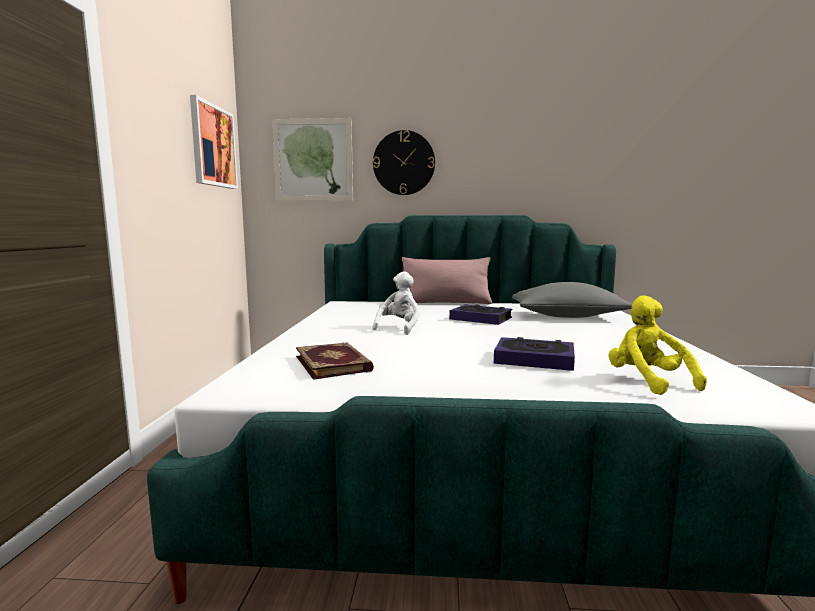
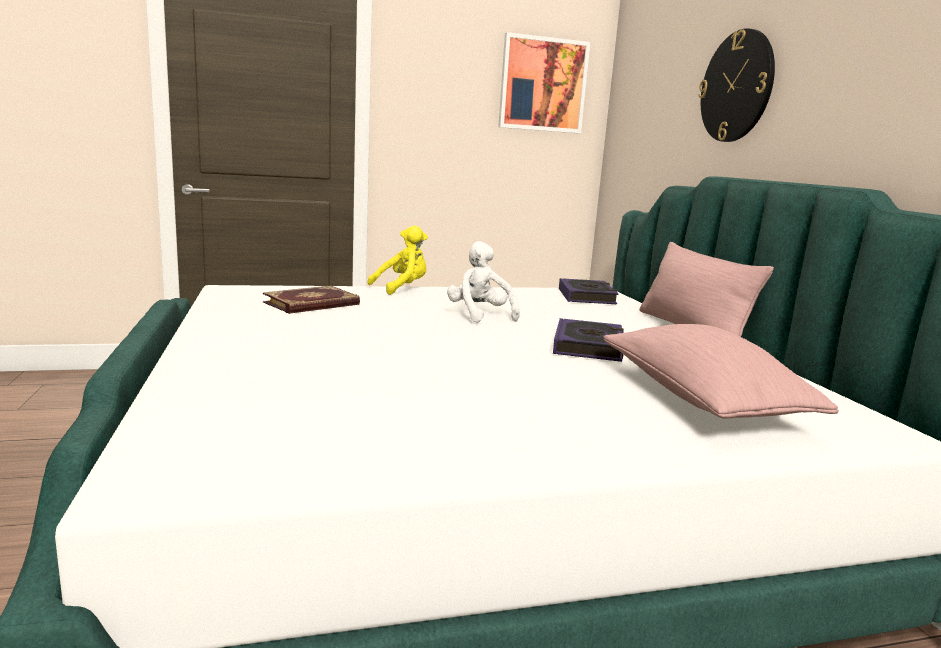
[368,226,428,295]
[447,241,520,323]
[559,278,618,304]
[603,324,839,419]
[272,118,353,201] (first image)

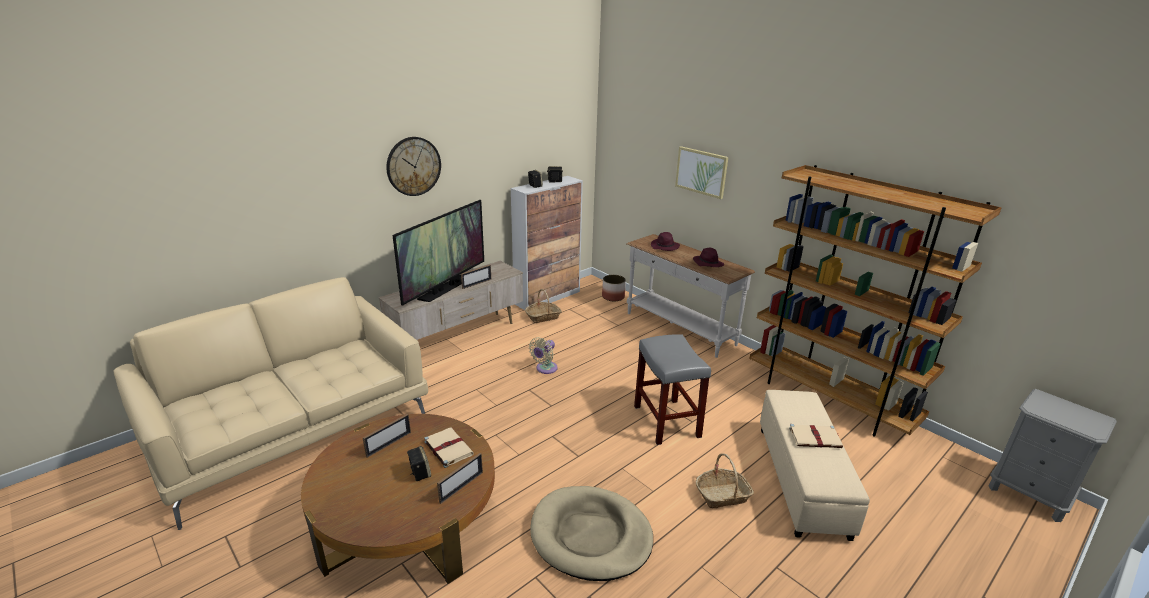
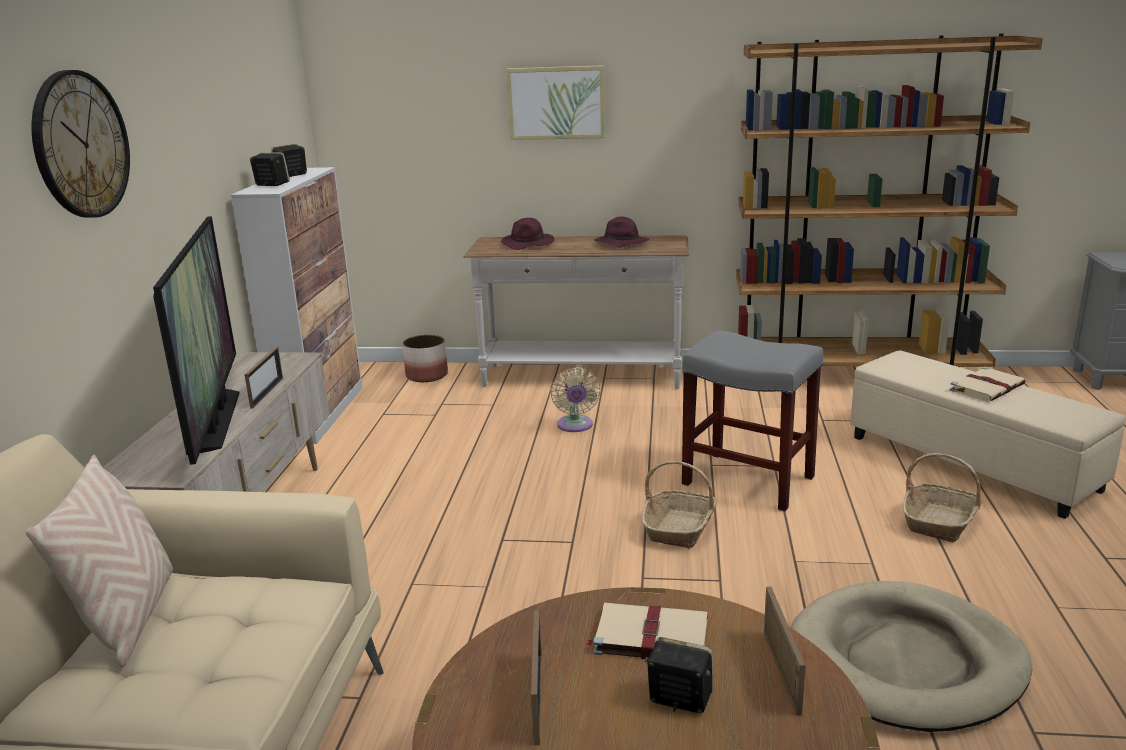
[26,455,173,667]
[550,368,601,432]
[642,461,717,548]

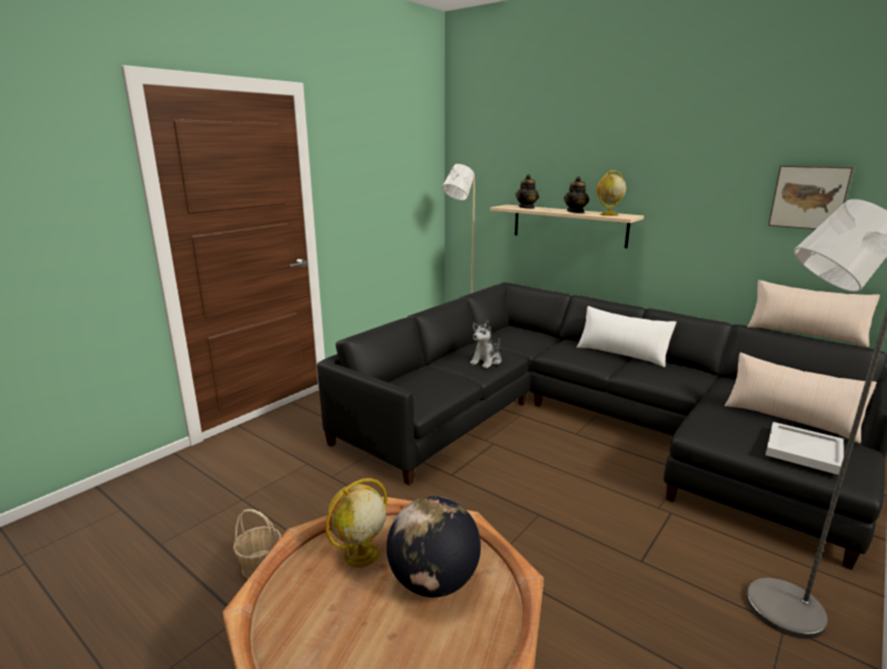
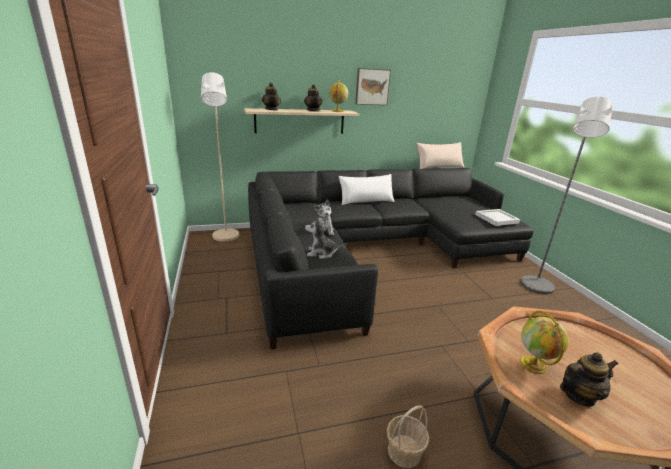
[305,217,343,259]
[355,68,391,105]
[560,352,618,407]
[386,496,481,597] (first image)
[724,352,877,443] (first image)

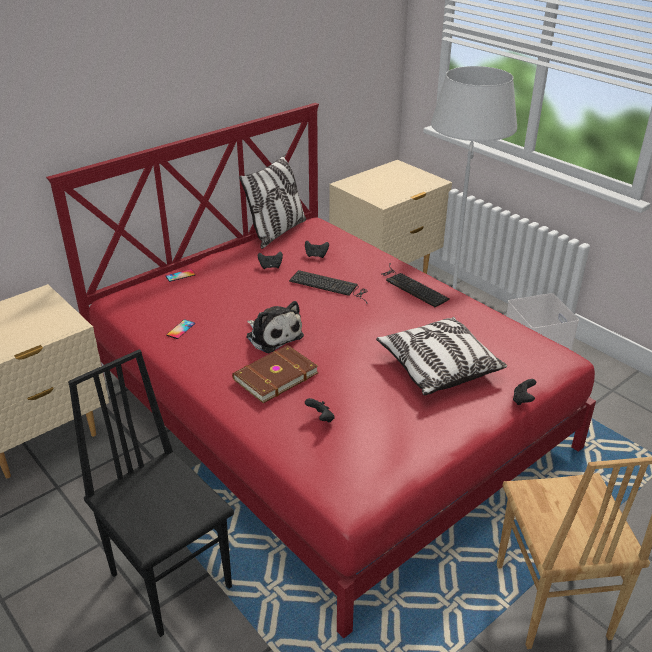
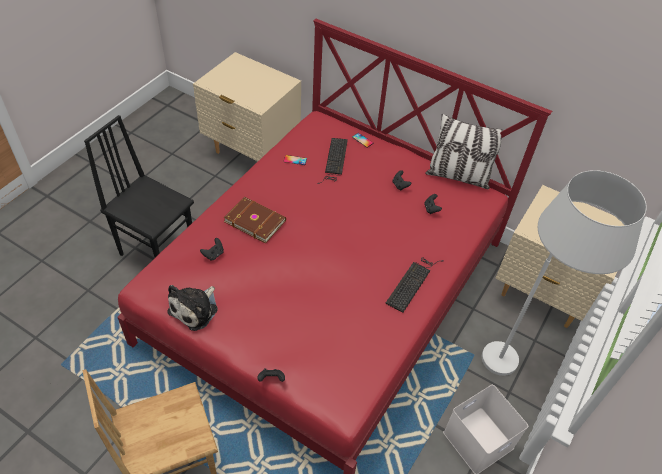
[84,115,194,258]
[167,285,218,331]
[317,138,348,184]
[376,317,507,395] (first image)

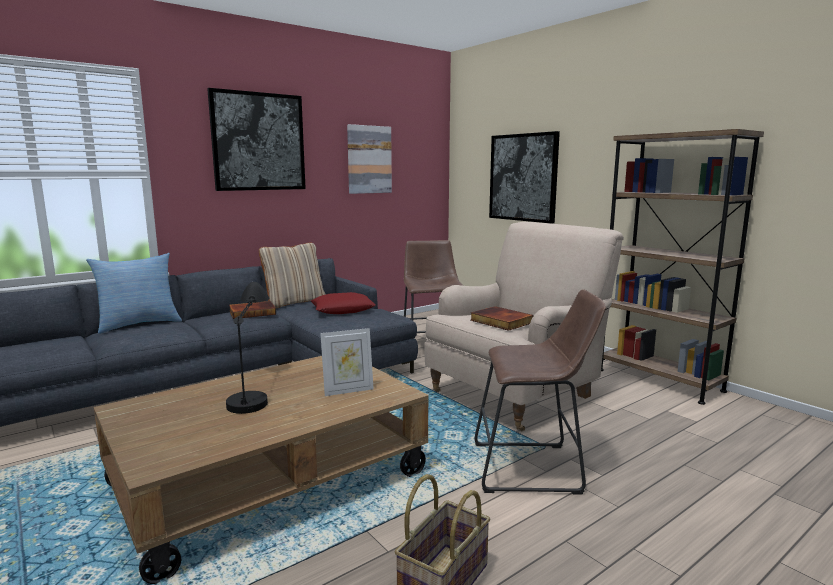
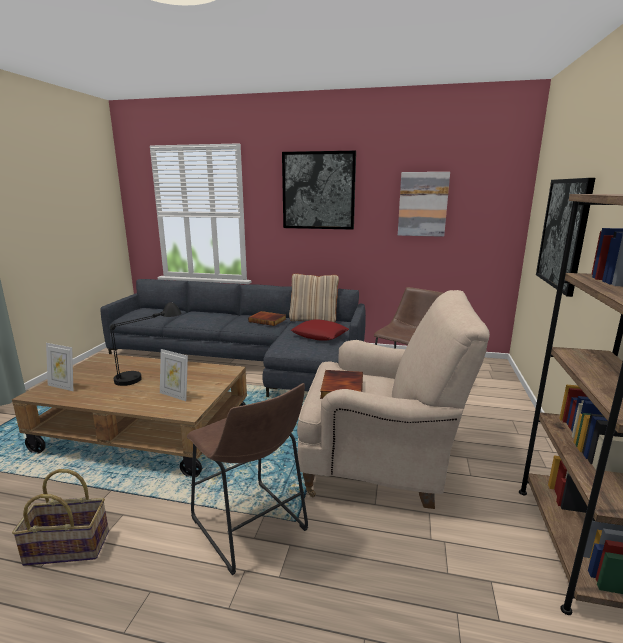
[46,343,73,391]
[86,253,182,334] (first image)

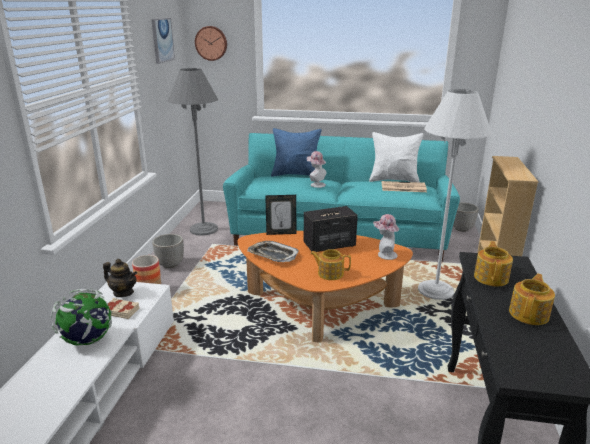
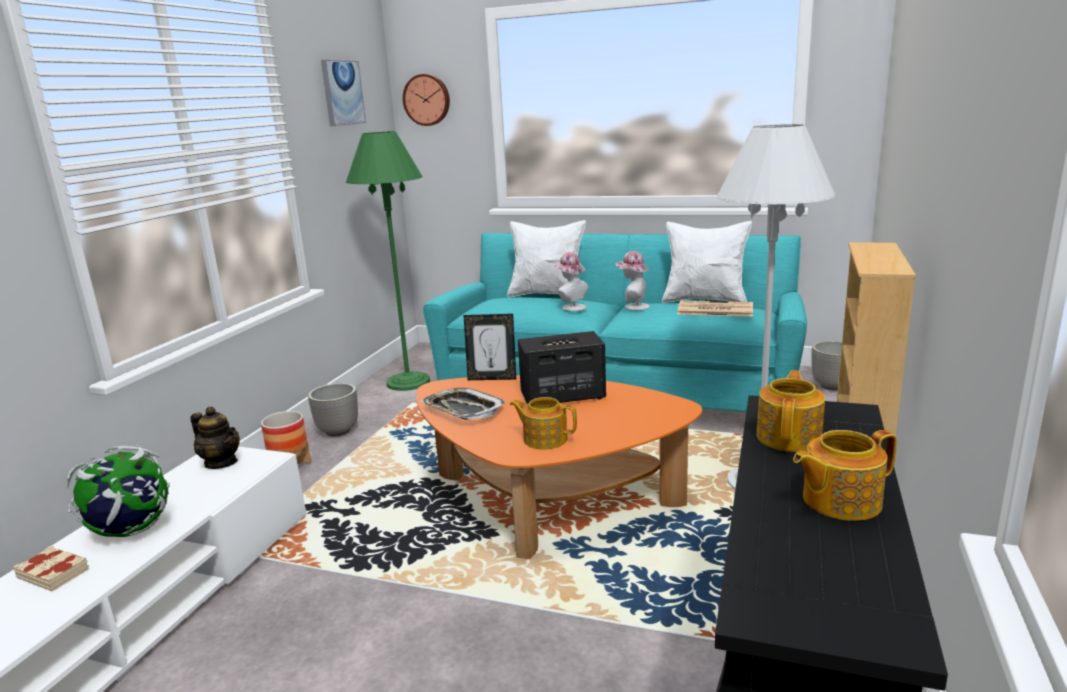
[13,546,89,591]
[346,131,430,391]
[507,220,586,297]
[615,251,650,310]
[793,430,897,521]

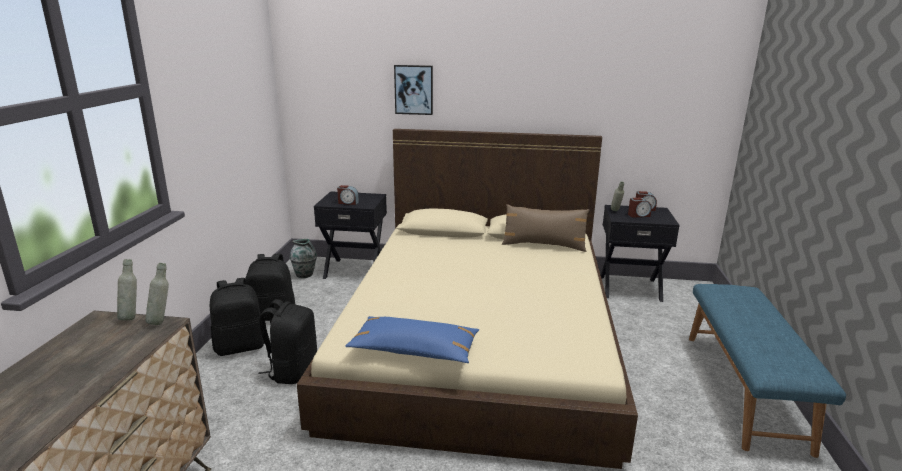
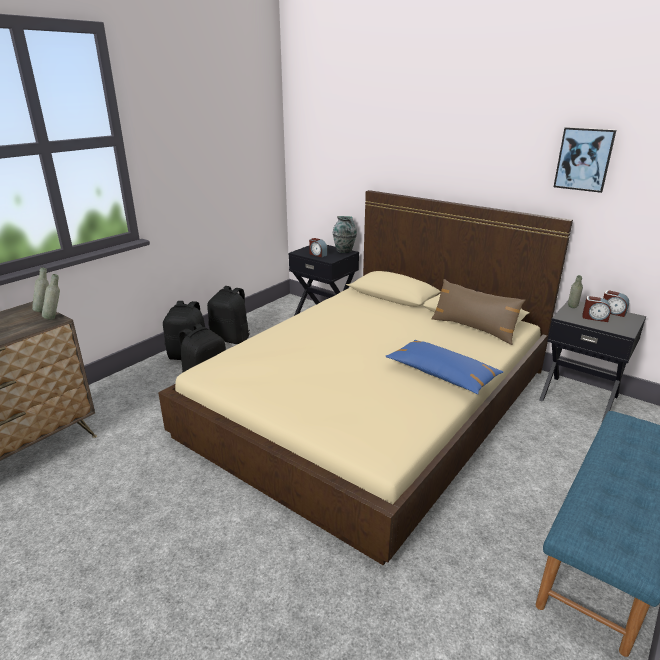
[333,216,357,253]
[386,340,503,394]
[554,127,616,193]

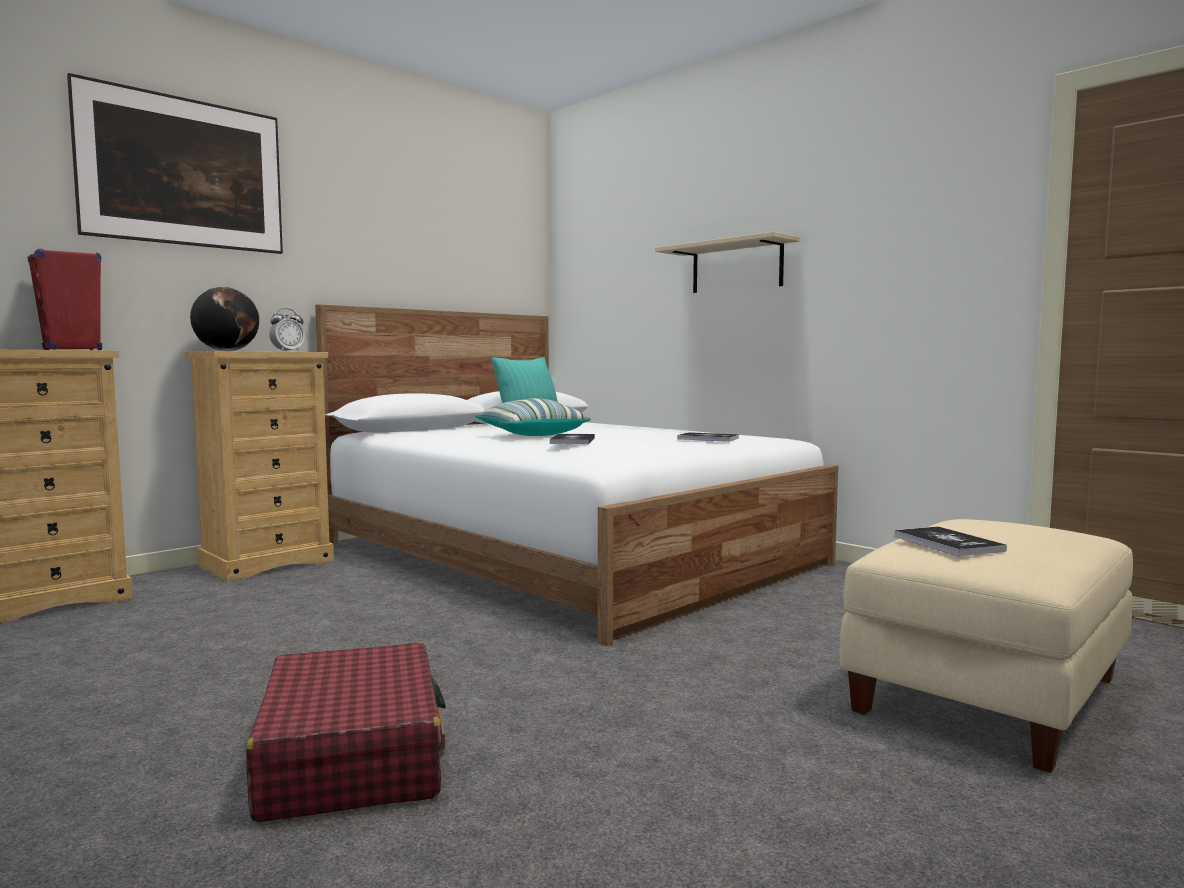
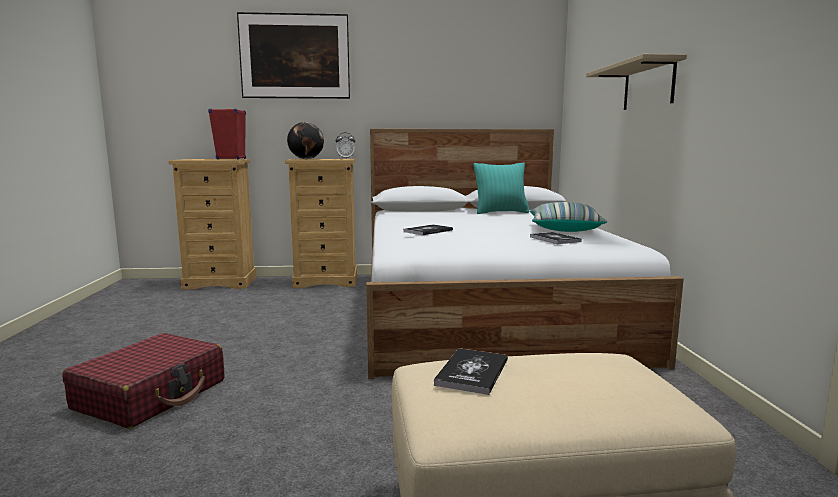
[530,202,607,232]

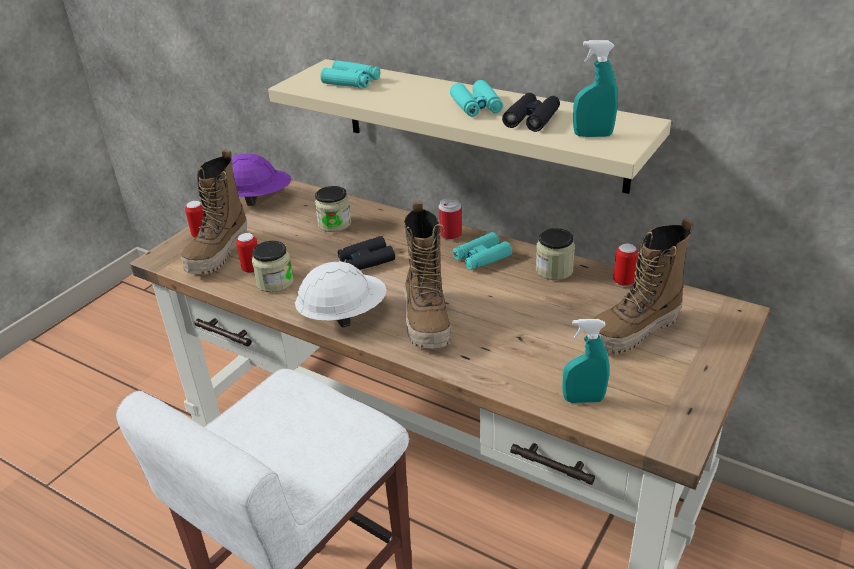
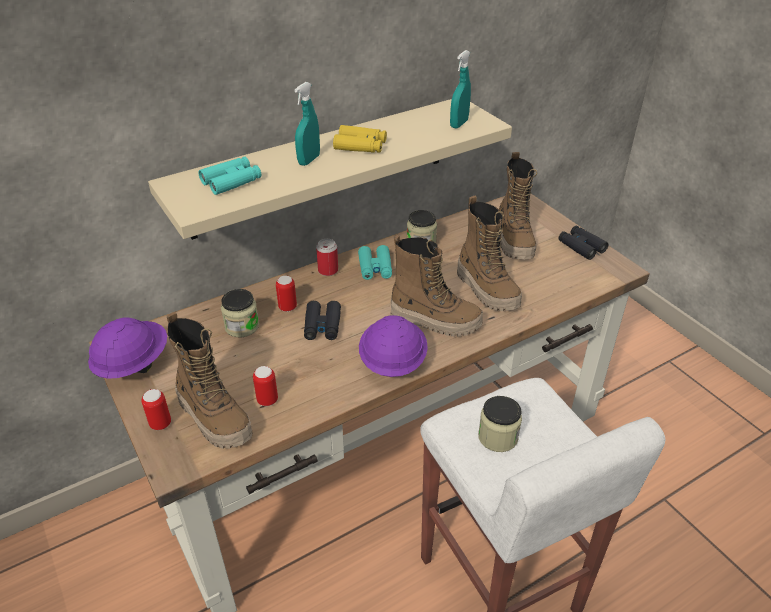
[276,276,297,312]
[294,82,320,166]
[333,125,387,153]
[359,315,428,377]
[457,195,522,311]
[478,396,522,452]
[558,226,609,260]

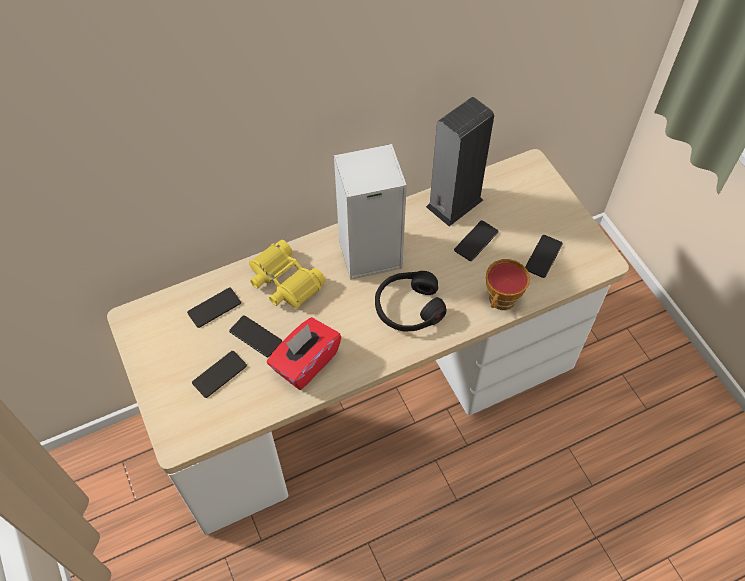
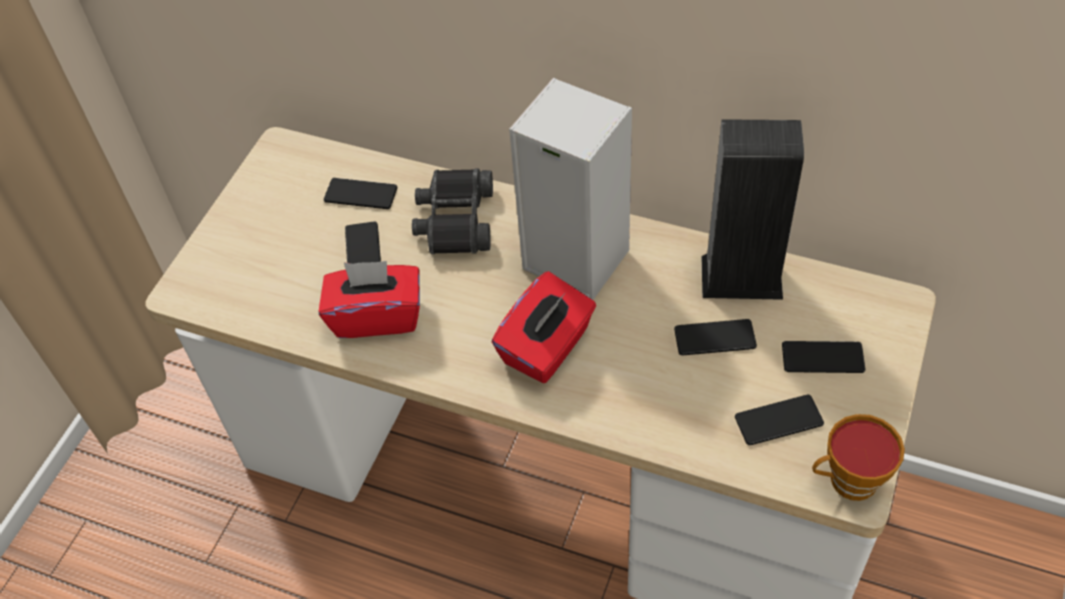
[412,169,493,254]
[492,271,597,383]
[782,341,865,373]
[812,414,905,501]

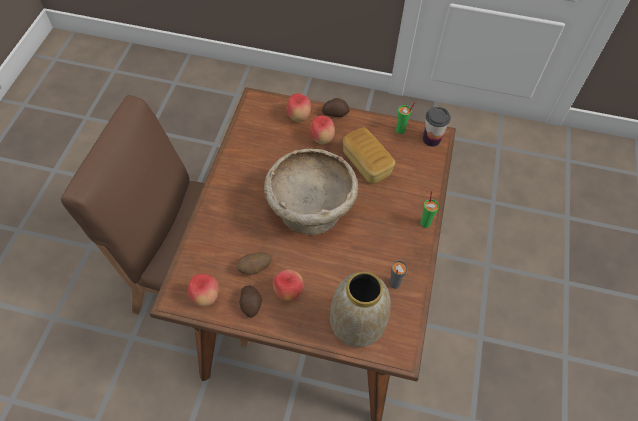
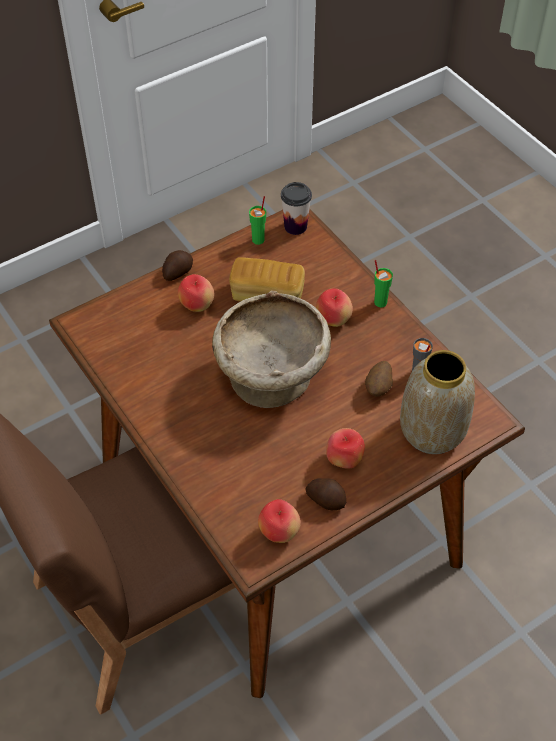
[316,288,353,327]
[365,361,393,397]

